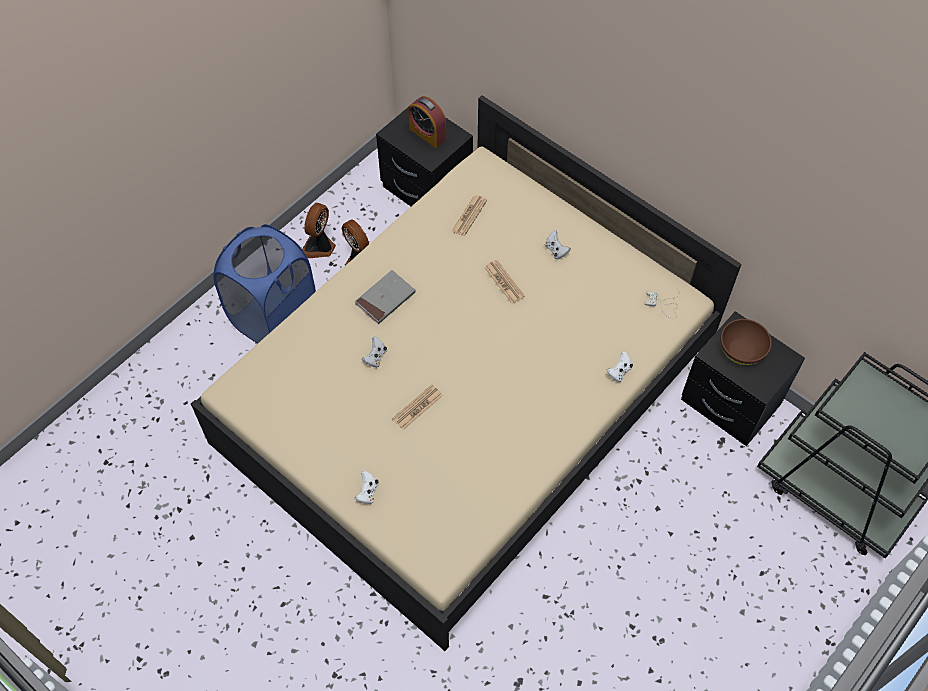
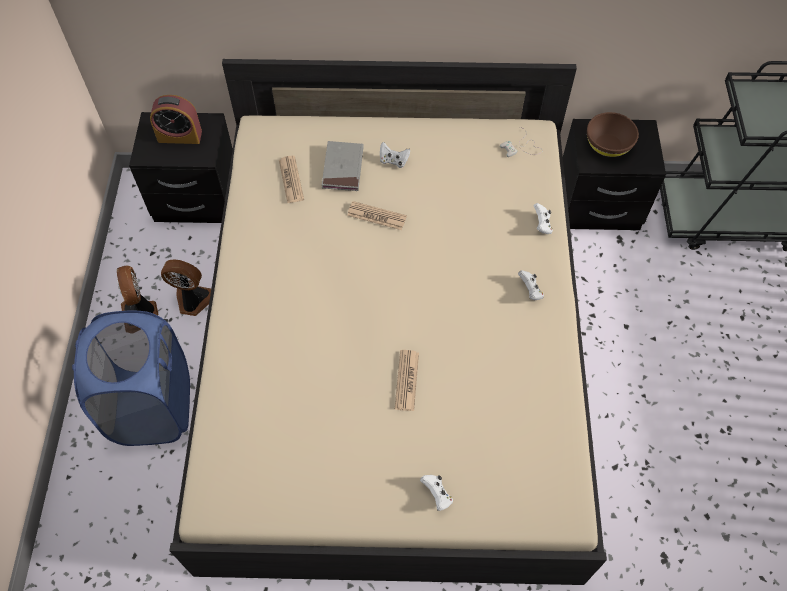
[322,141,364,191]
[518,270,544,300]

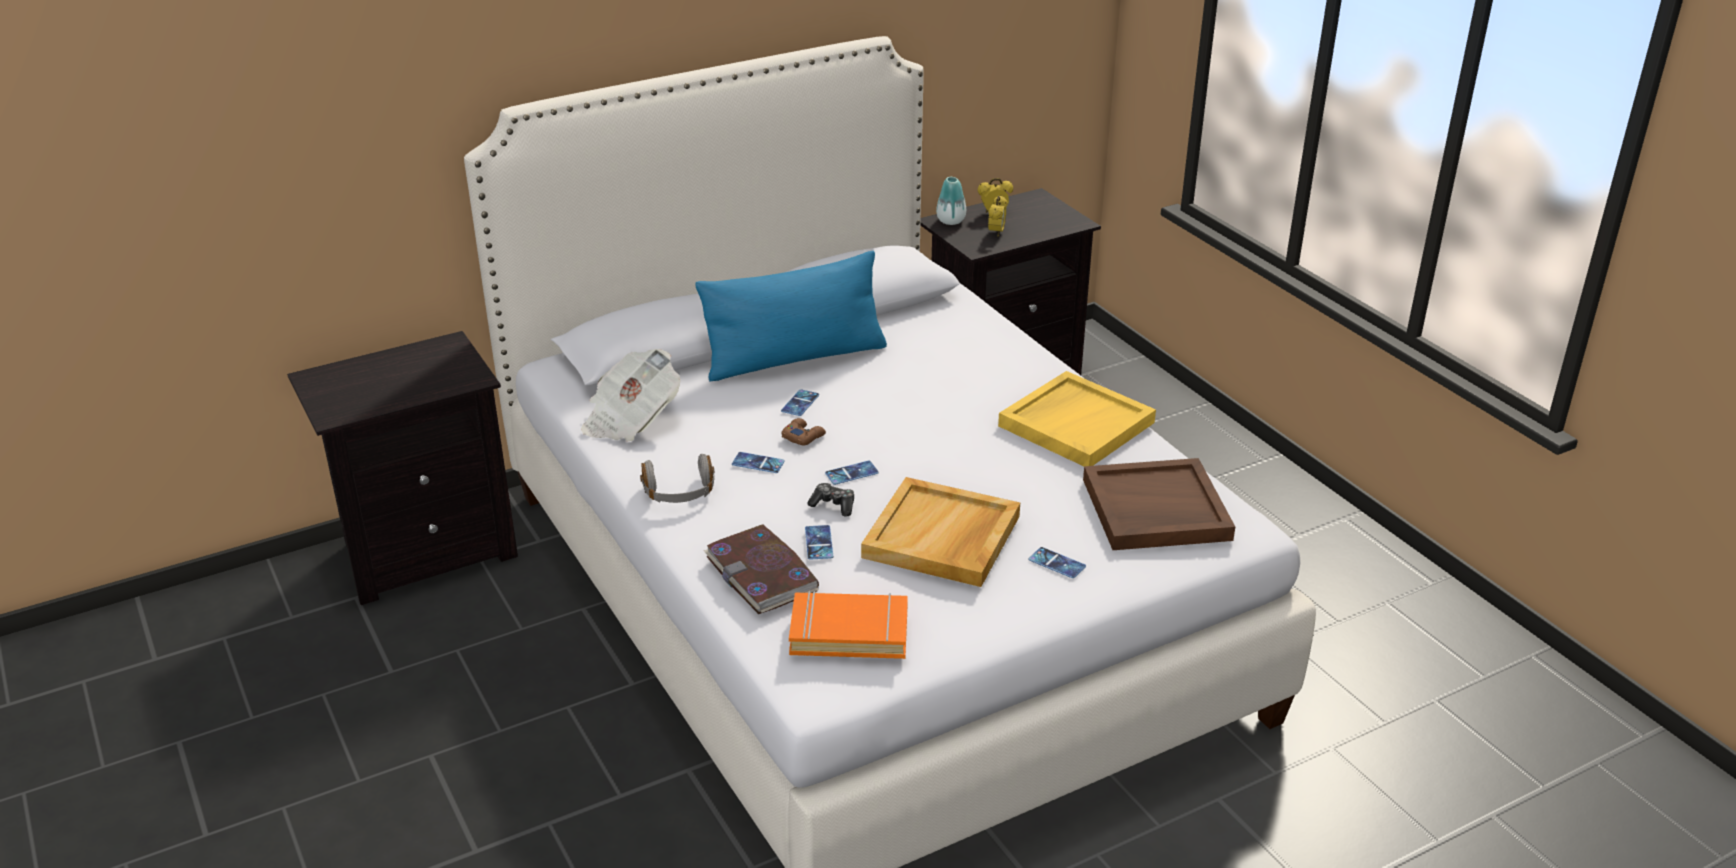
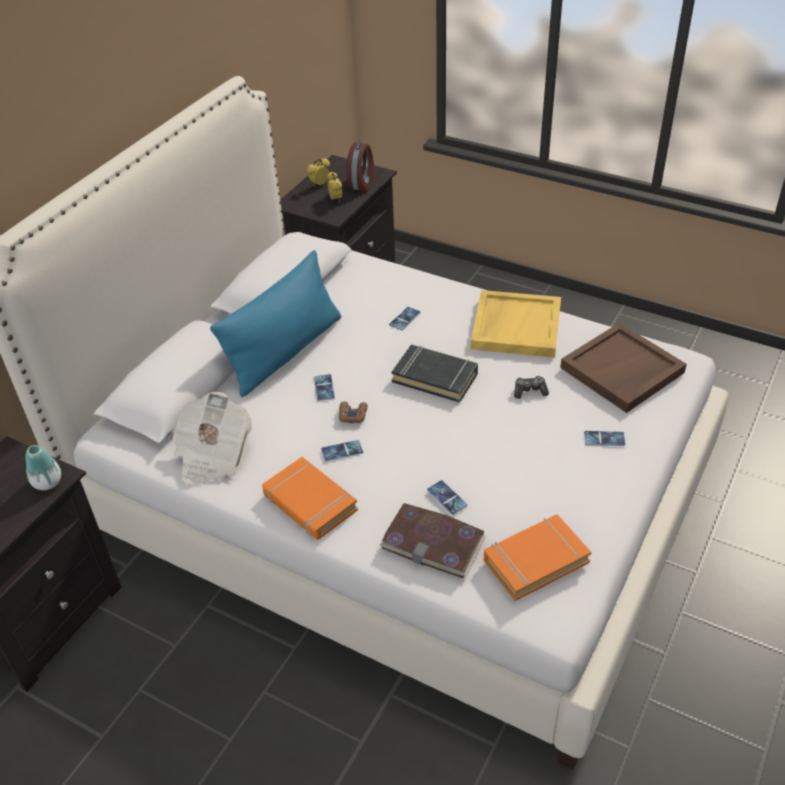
[26,445,61,490]
[262,457,358,540]
[346,142,376,192]
[389,307,421,330]
[392,345,478,403]
[514,376,549,399]
[861,477,1020,587] (first image)

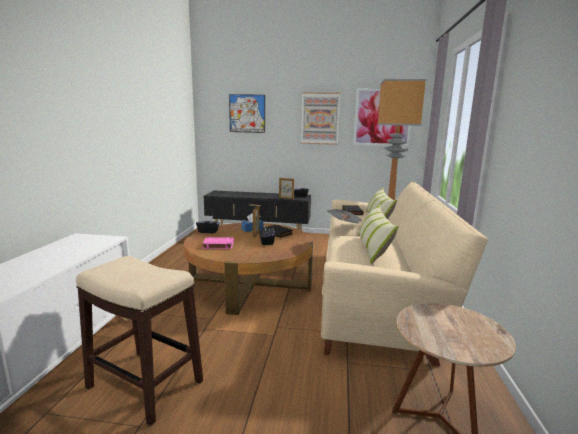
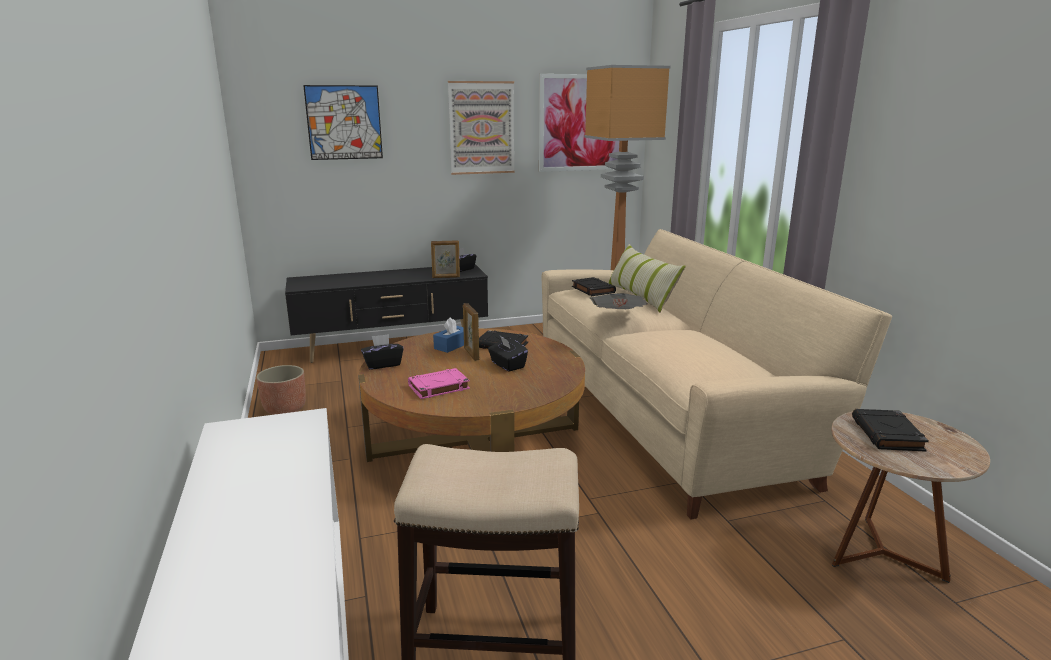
[256,365,306,415]
[852,409,929,452]
[358,204,399,264] (first image)

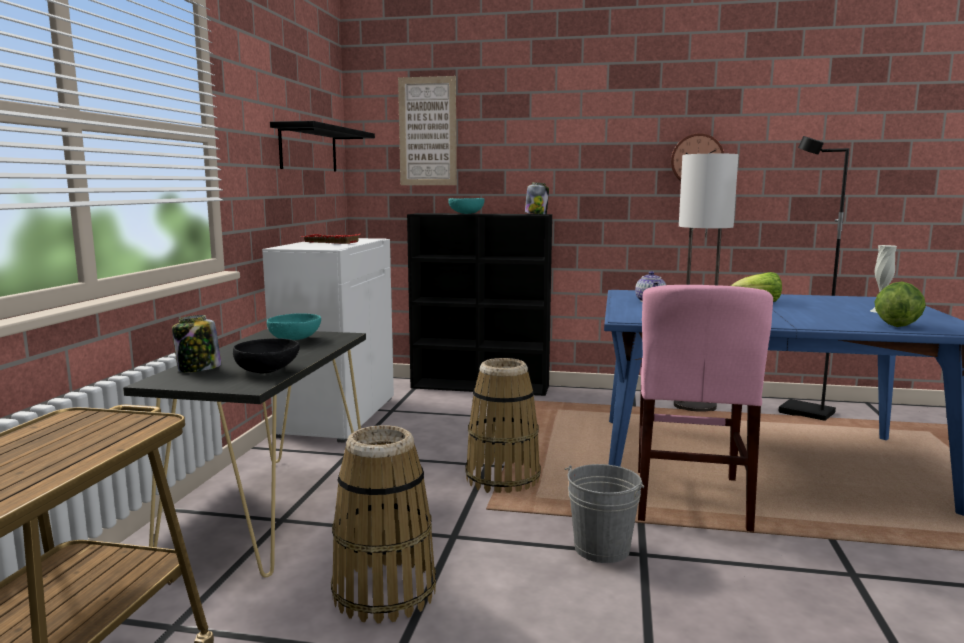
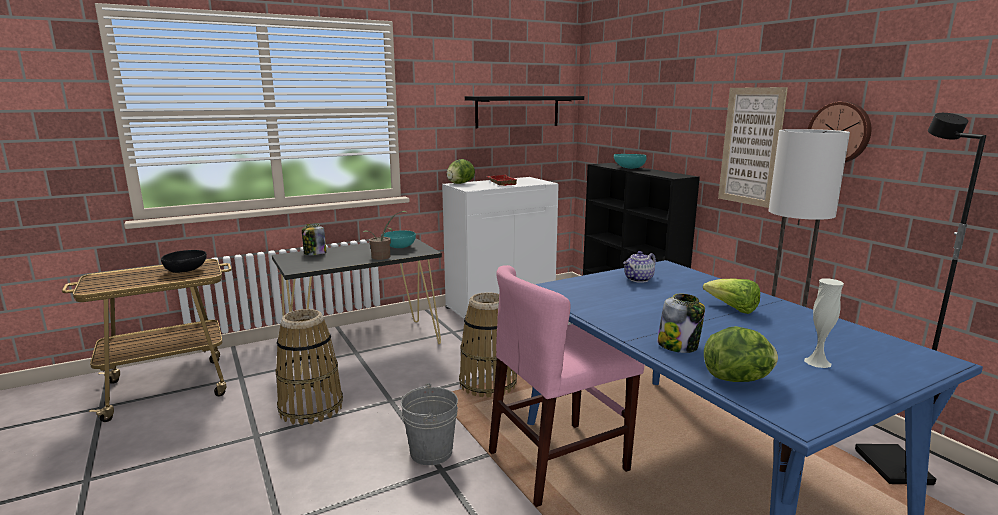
[161,250,207,273]
[362,211,408,260]
[446,159,475,184]
[657,294,705,353]
[718,87,788,208]

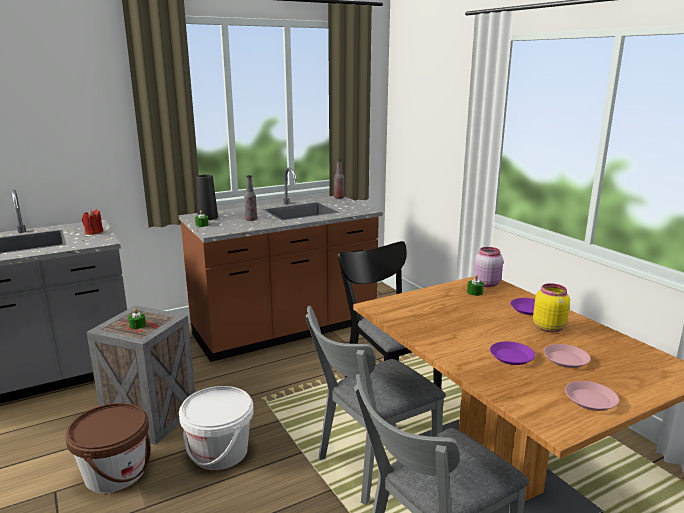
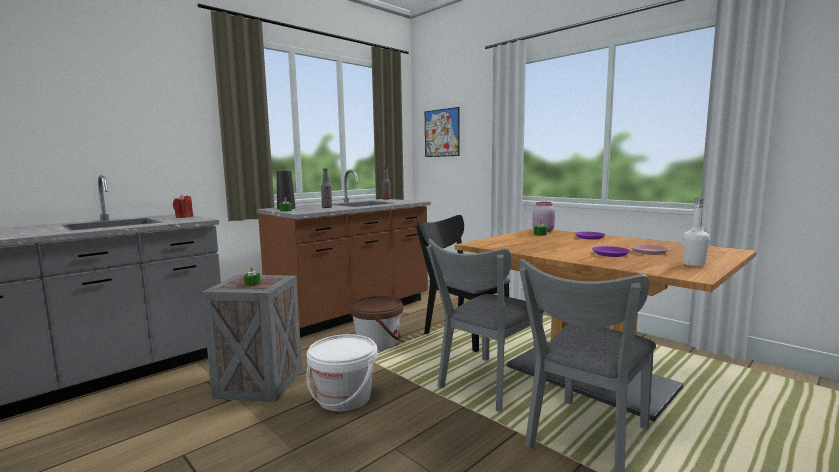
[350,296,403,350]
[425,107,460,157]
[683,198,710,266]
[533,283,570,332] (first image)

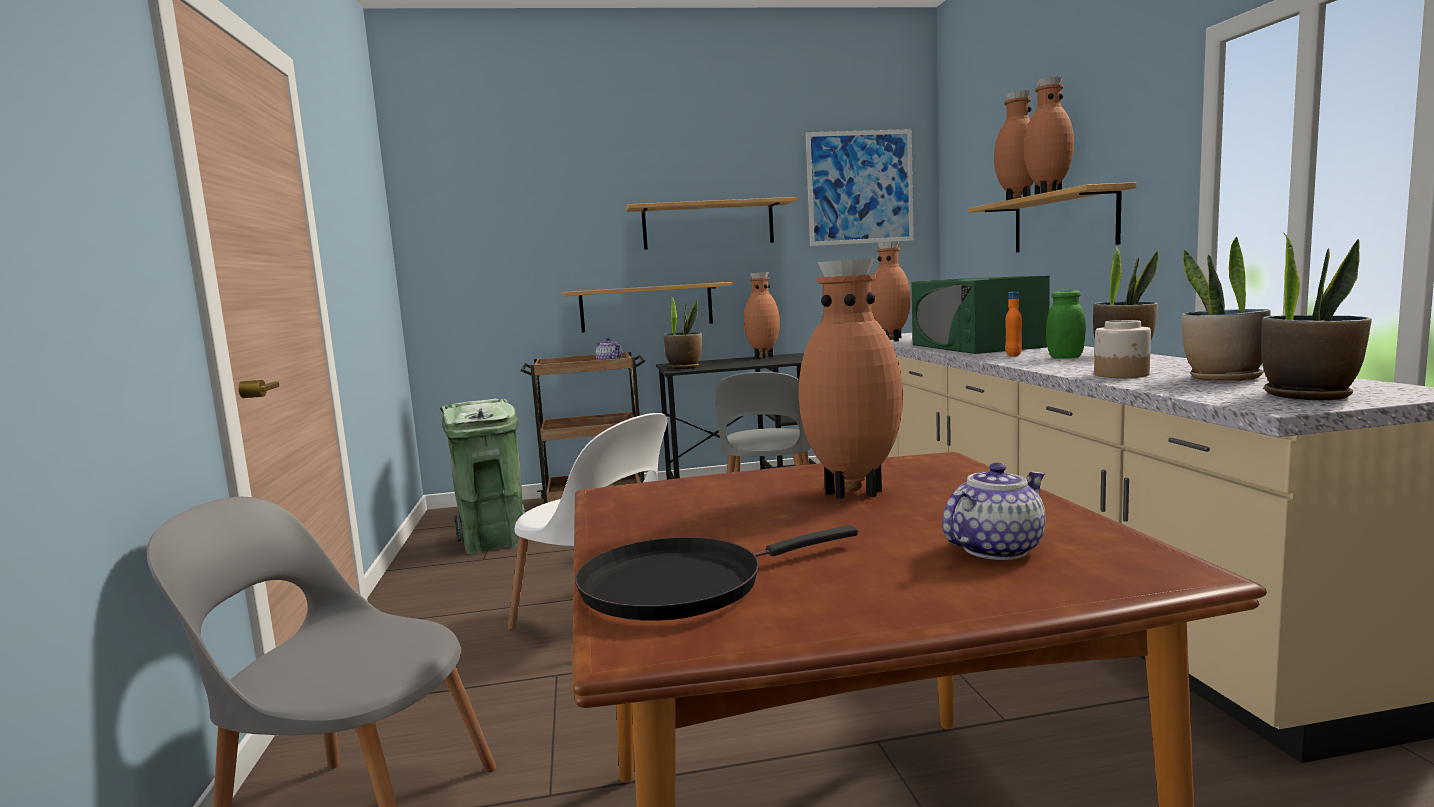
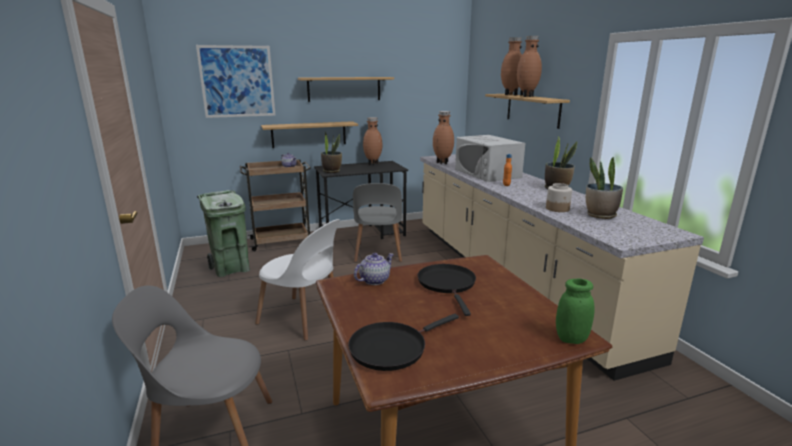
[196,45,276,118]
[354,253,394,285]
[417,264,476,316]
[455,135,525,182]
[556,279,595,344]
[1261,233,1372,400] (first image)

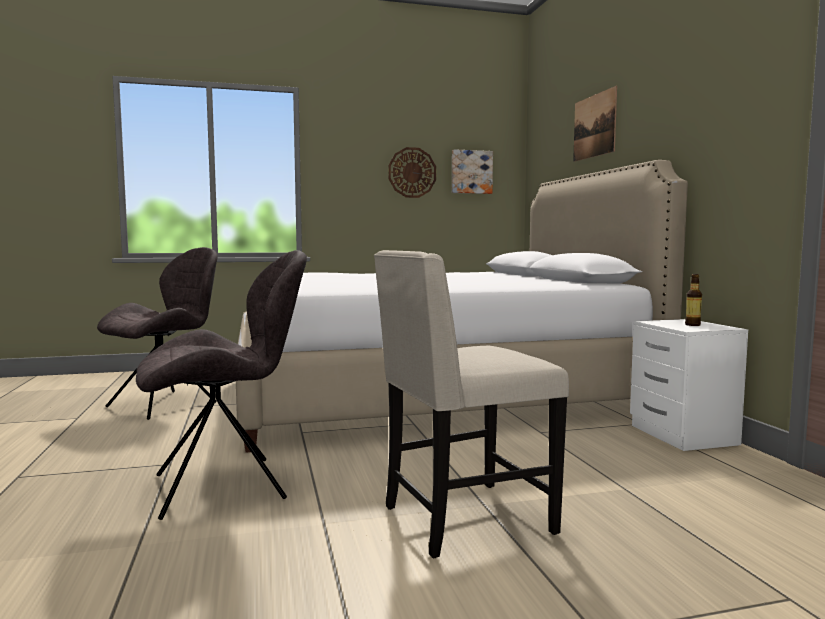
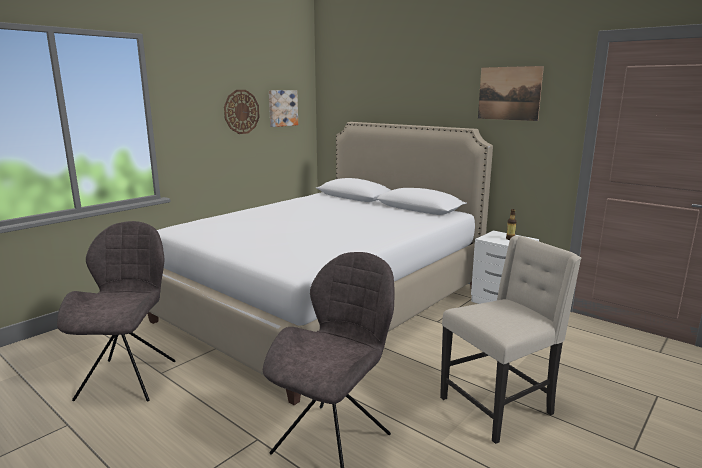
[440,236,581,444]
[478,66,544,121]

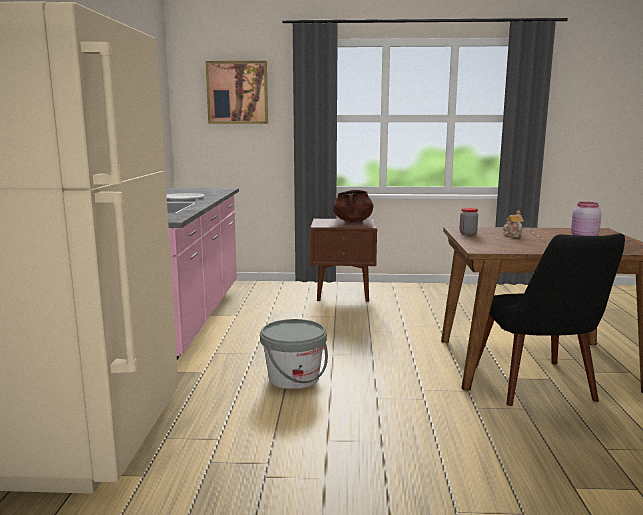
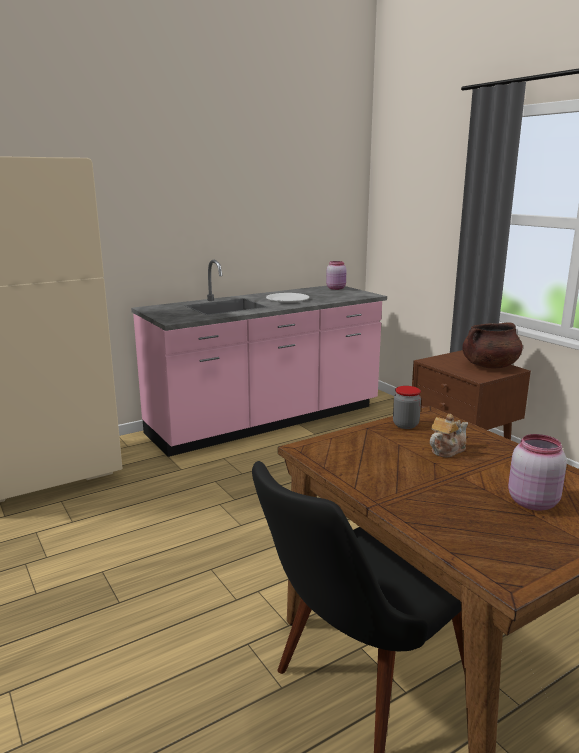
[326,261,347,290]
[206,61,268,124] (first image)
[260,319,328,389] (first image)

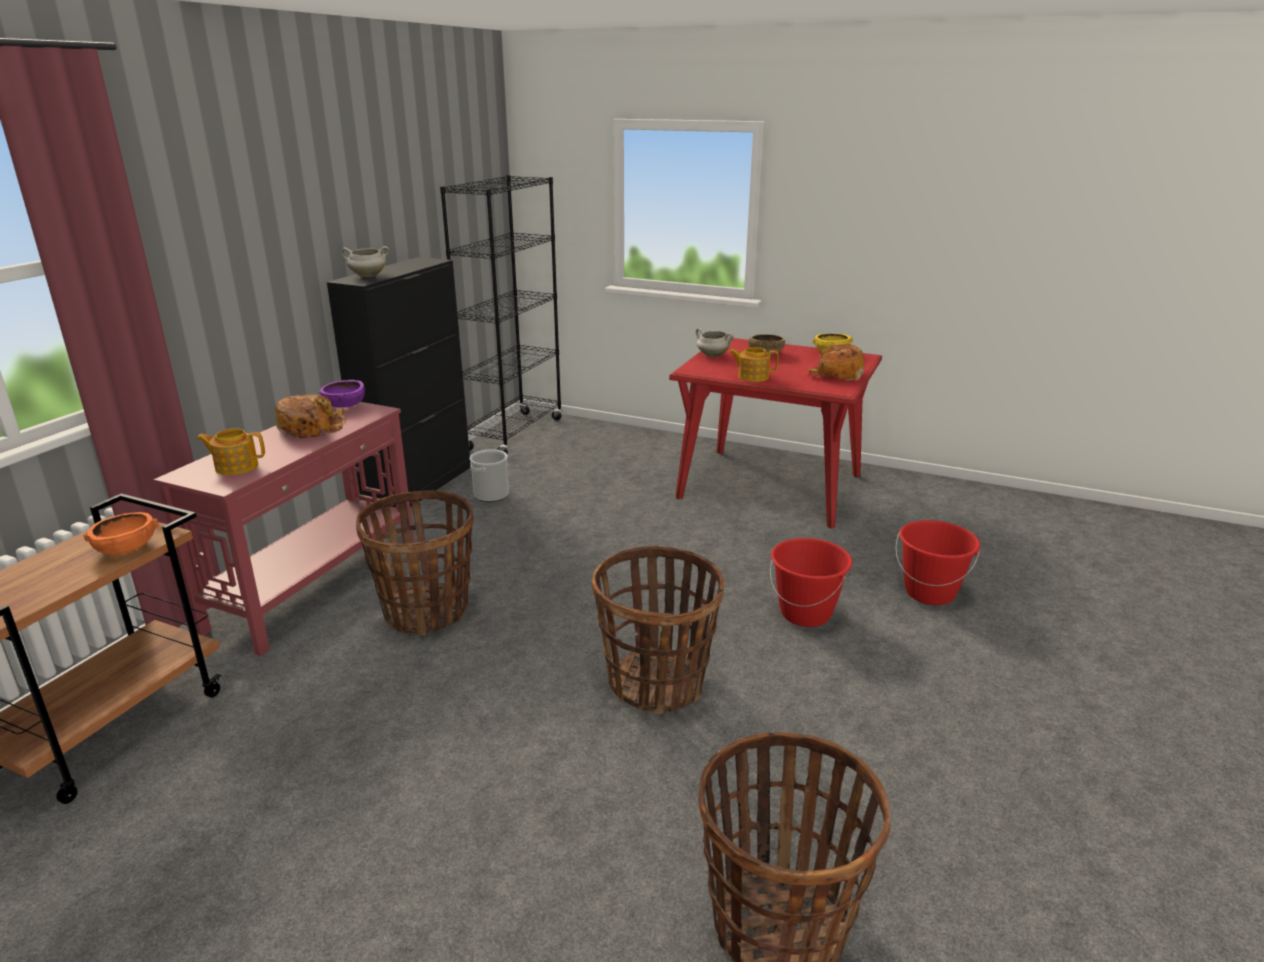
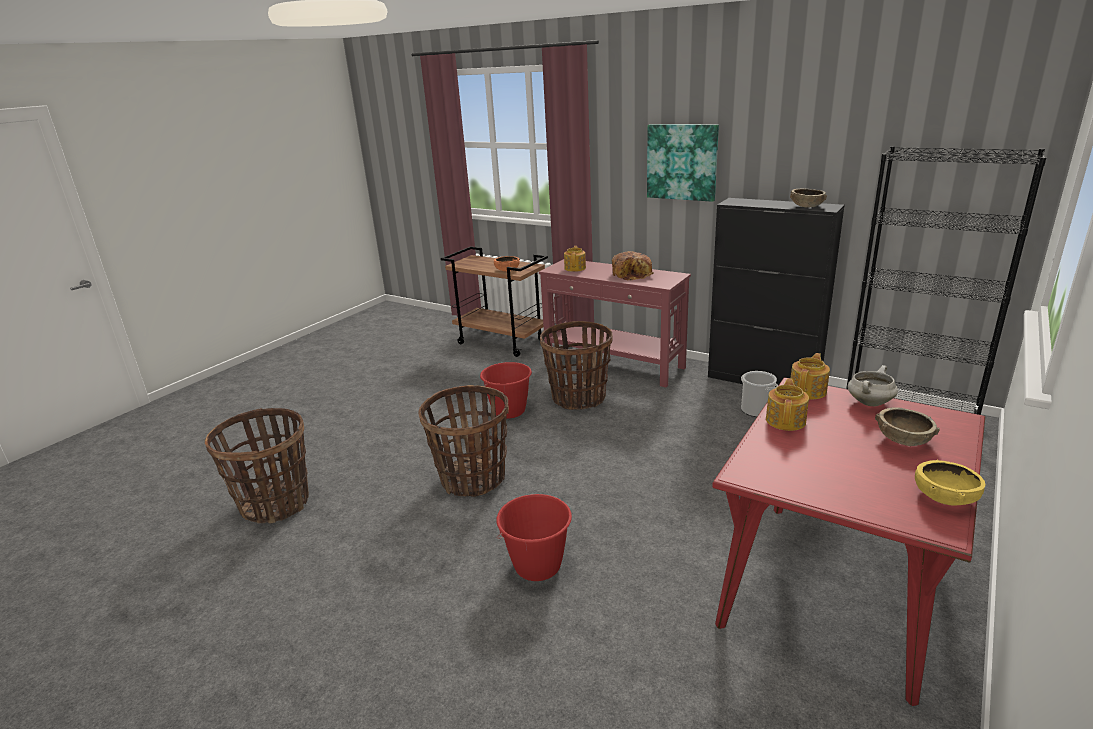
[480,362,532,419]
[647,124,719,202]
[790,189,827,207]
[790,353,830,399]
[319,380,365,408] (first image)
[341,246,389,277] (first image)
[807,344,864,381] (first image)

